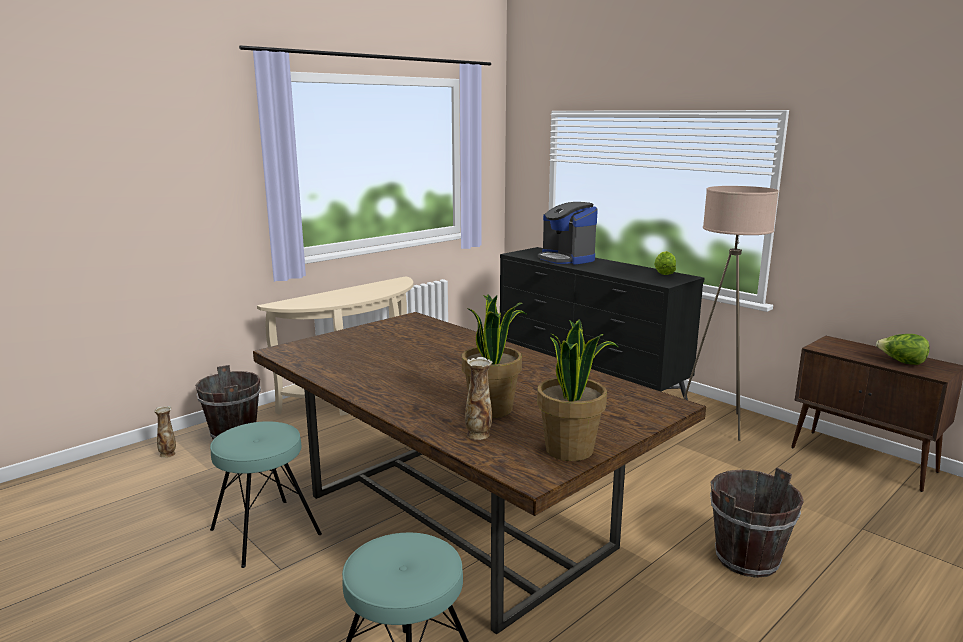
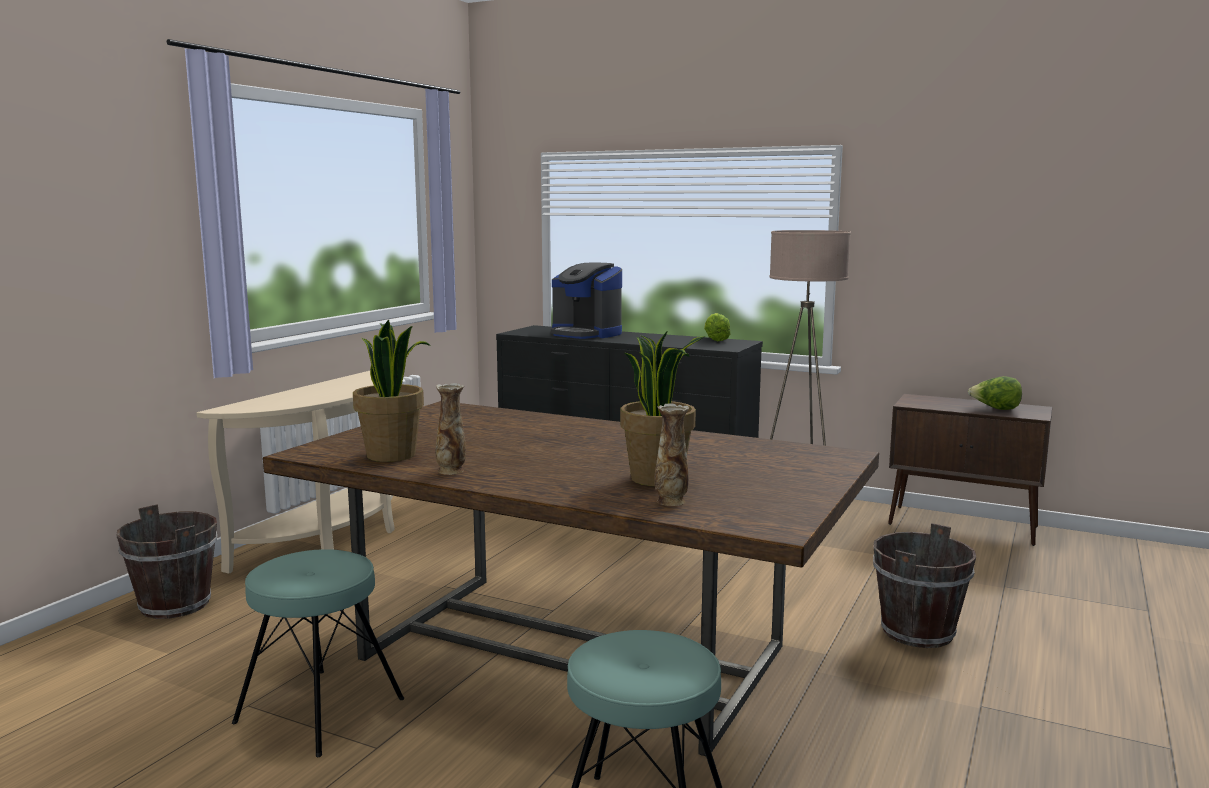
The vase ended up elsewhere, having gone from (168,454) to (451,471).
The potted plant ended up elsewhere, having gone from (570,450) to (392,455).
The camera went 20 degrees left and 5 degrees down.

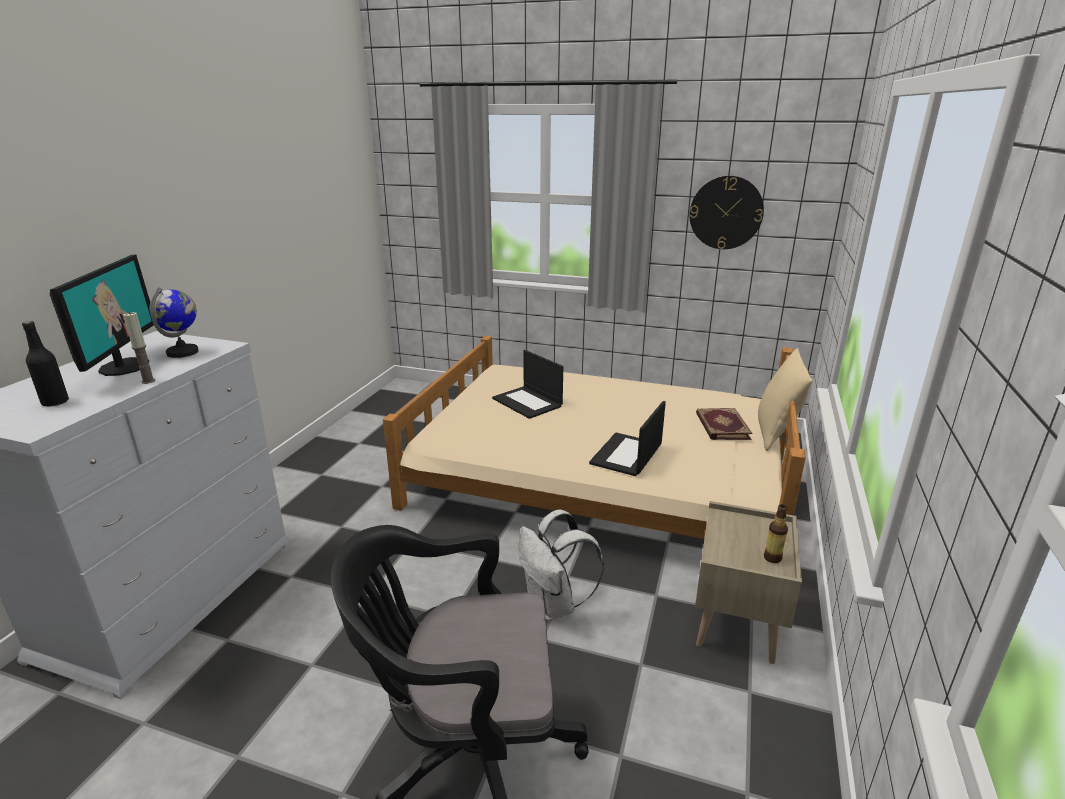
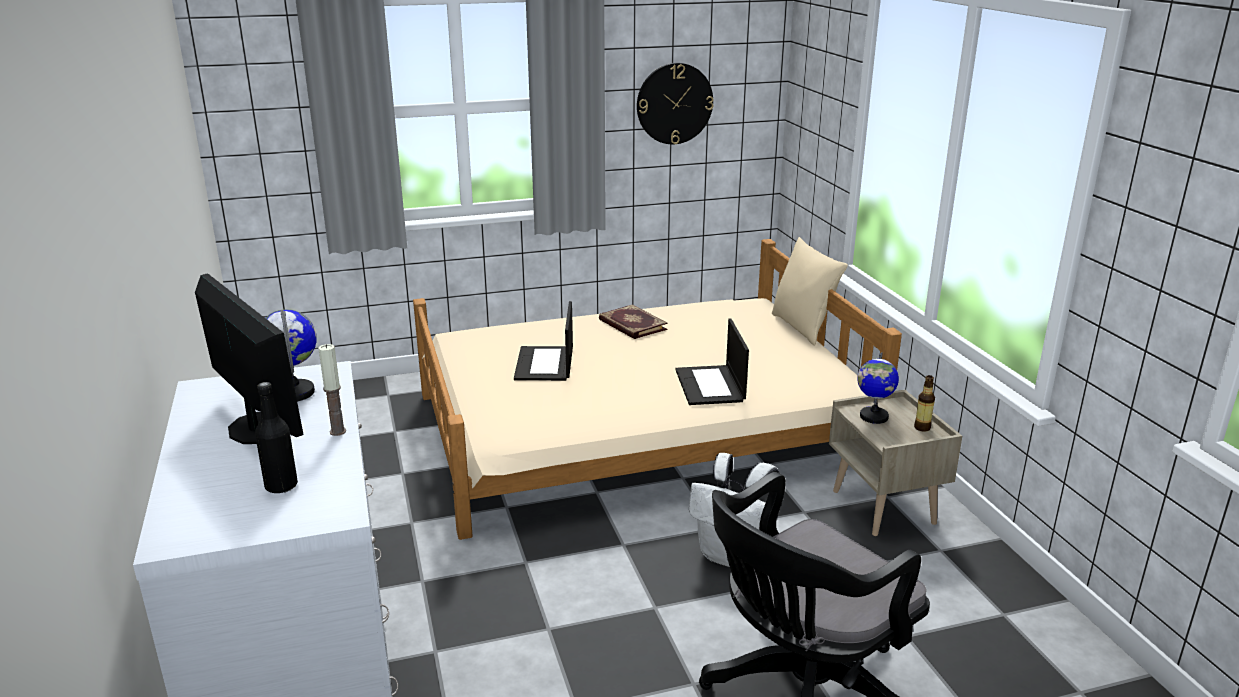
The second view gained the desk globe at (873,417).
The volume ended up elsewhere, having gone from (721,426) to (631,325).
The notebook computer at (528,402) ended up facing another way, 75 degrees clockwise from before.
The camera went 35 degrees left and 0 degrees up.

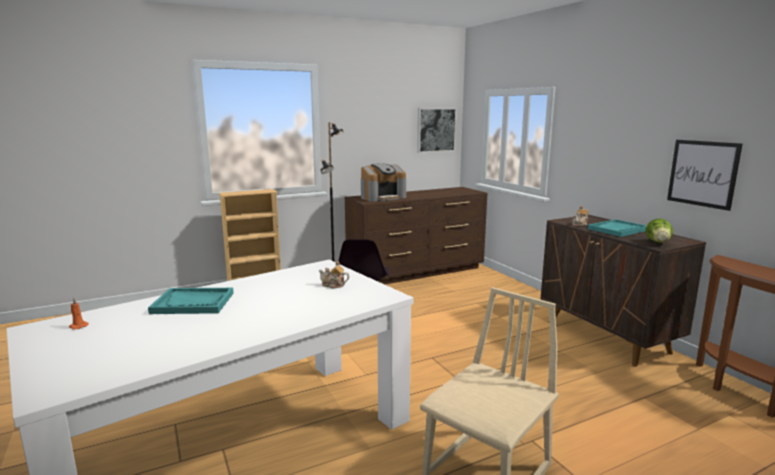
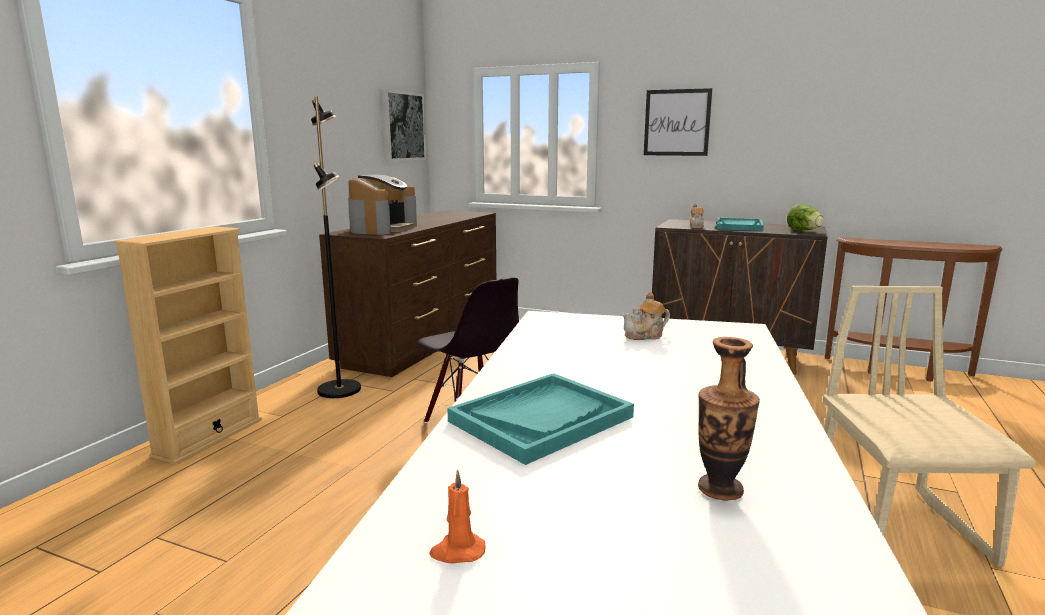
The second view gained the vase at (720,489).
The wall picture ended up elsewhere, having gone from (702,173) to (677,122).
The camera went 40 degrees left and 0 degrees up.

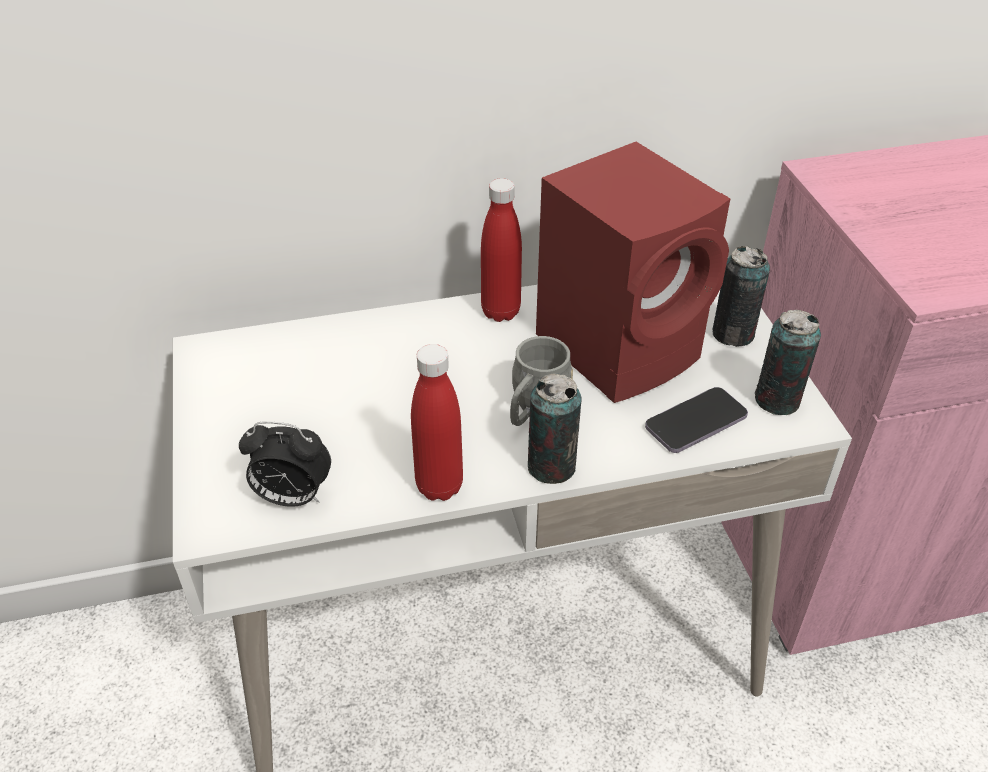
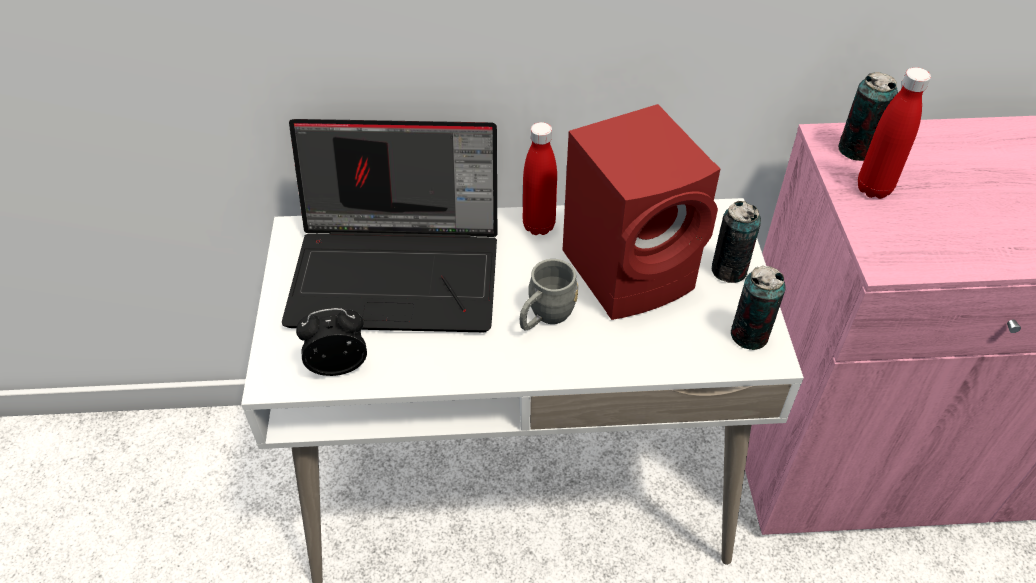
The second view lost the handset at (696,422).
The second view gained the notebook computer at (400,270).
The bottle (reddish) ended up elsewhere, having gone from (439,486) to (873,189).
The can ended up elsewhere, having gone from (551,466) to (856,150).
The alarm clock at (292,497) ended up facing another way, 150 degrees clockwise from before.
The camera went 10 degrees right and 5 degrees up.

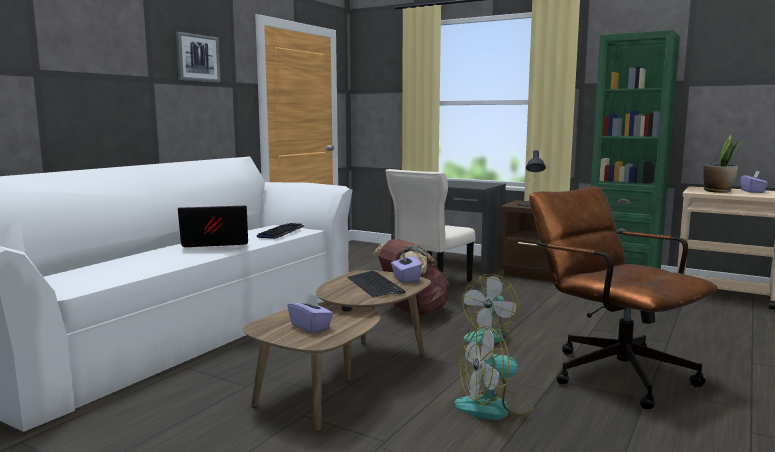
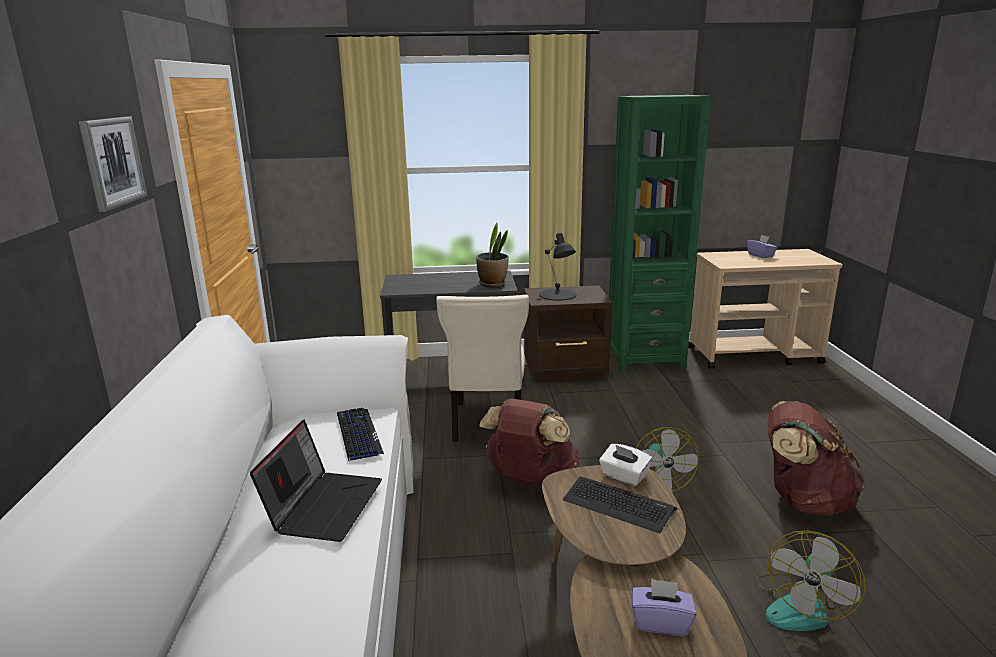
The potted plant ended up elsewhere, having gone from (718,191) to (492,283).
Where the desk chair (brownish) stood at (610,371), the backpack (brownish) came to stand at (803,500).
What was the tissue holder (purplish) at (405,279) turned into the tissue holder (white-coloured) at (624,476).
The notebook computer at (214,243) ended up facing another way, 150 degrees clockwise from before.
The camera went 35 degrees left and 10 degrees up.

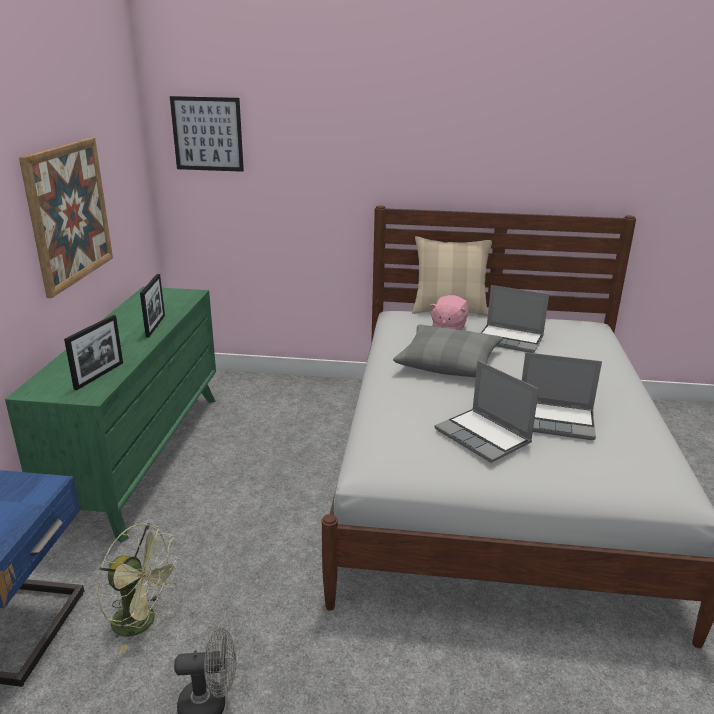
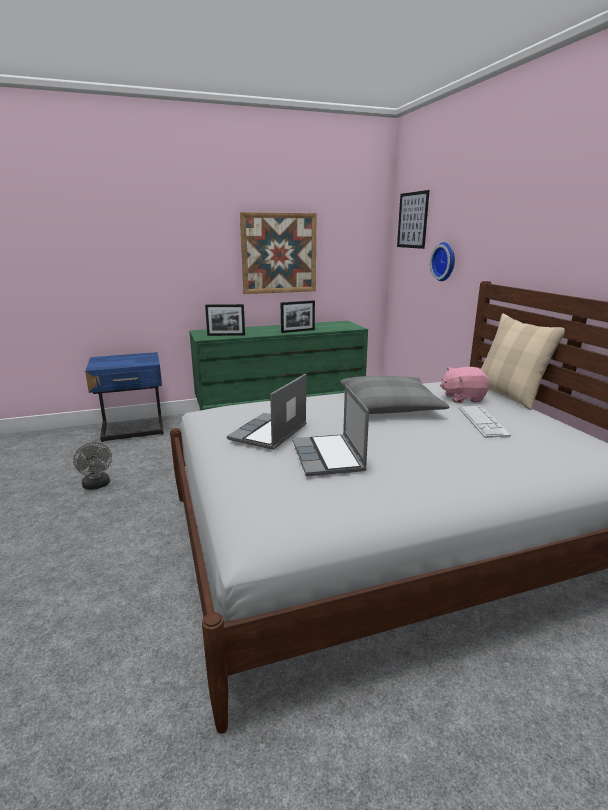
The second view lost the electric fan (greenish) at (143,622).
The second view gained the hanging clock at (445,261).
Where the notebook computer stood at (510,340), the keyboard came to stand at (482,422).
The camera went 65 degrees right and 5 degrees down.

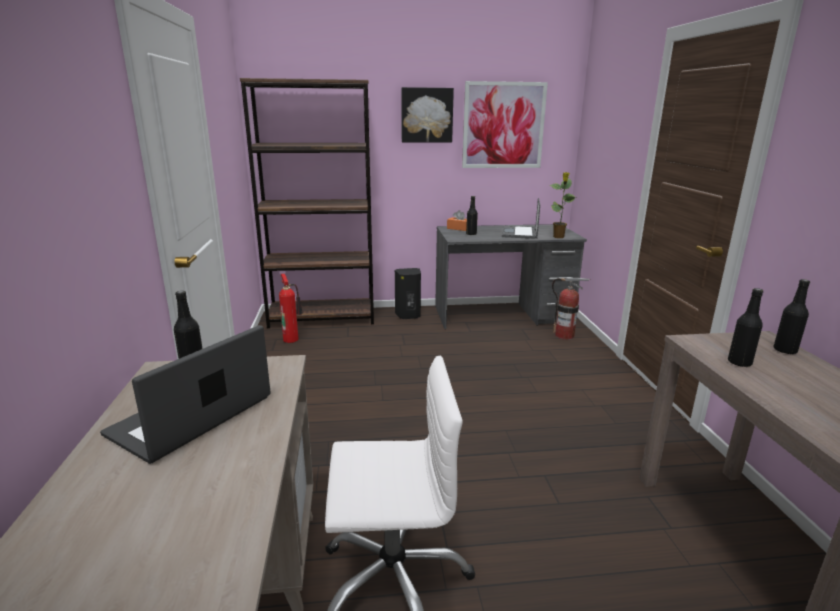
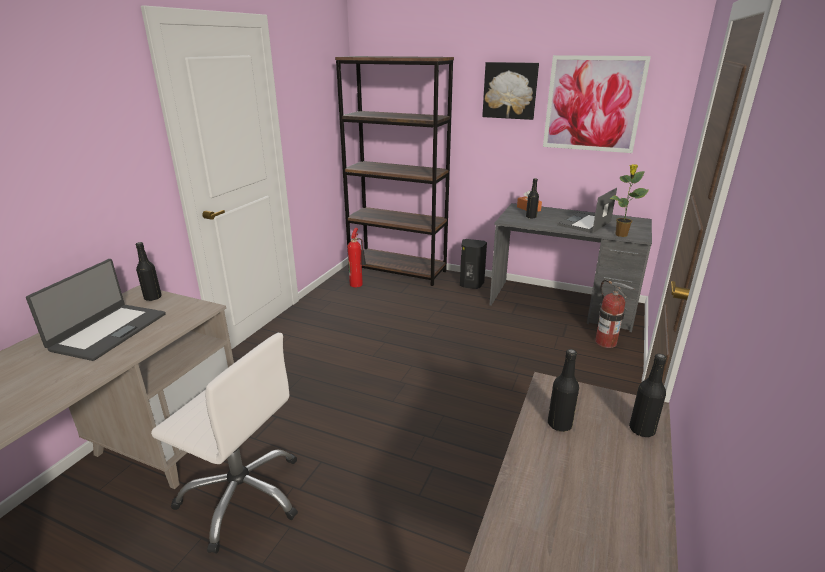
The notebook computer at (193,417) ended up facing another way, 135 degrees clockwise from before.
The camera went 30 degrees right and 5 degrees up.

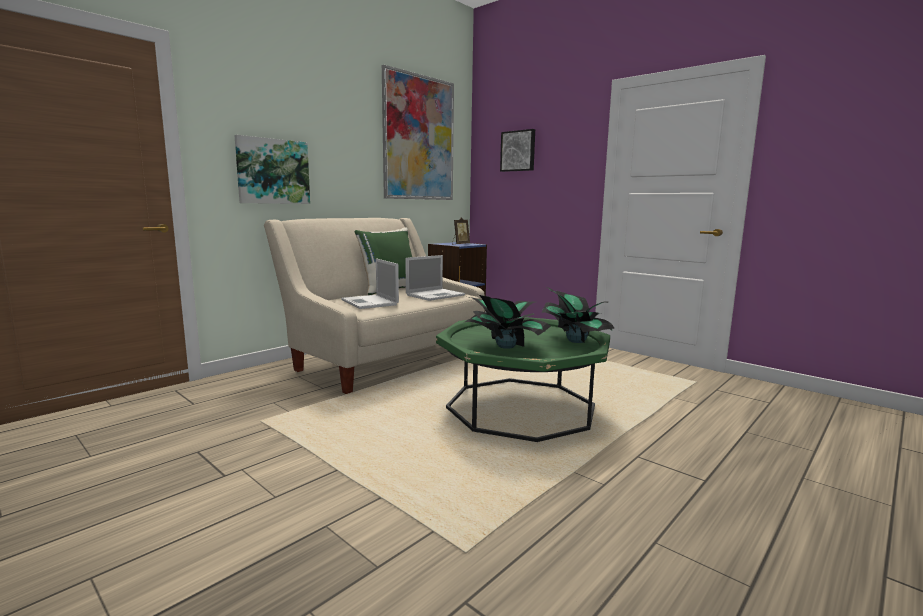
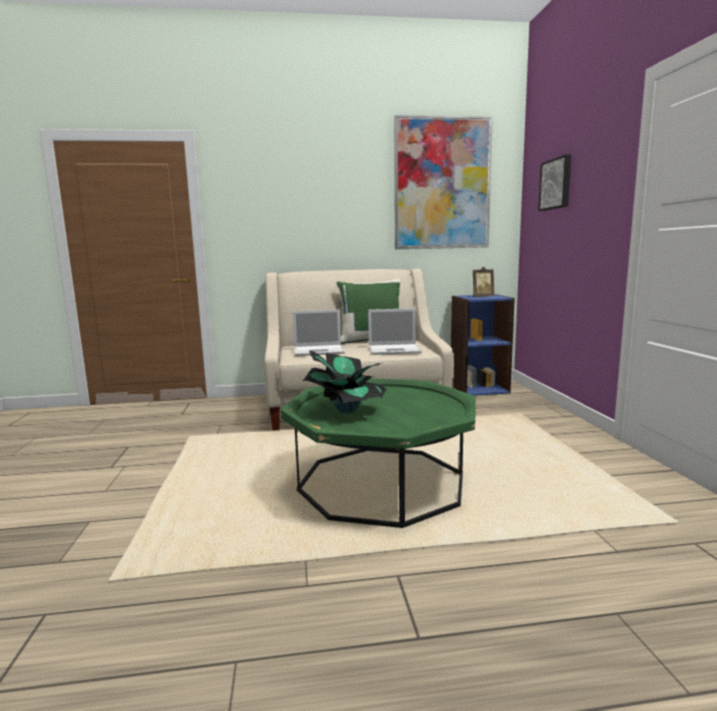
The second view lost the wall picture at (273,171).
The second view lost the potted plant at (576,340).
The notebook computer at (370,302) ended up facing another way, 105 degrees counterclockwise from before.
The camera went 40 degrees right and 0 degrees up.

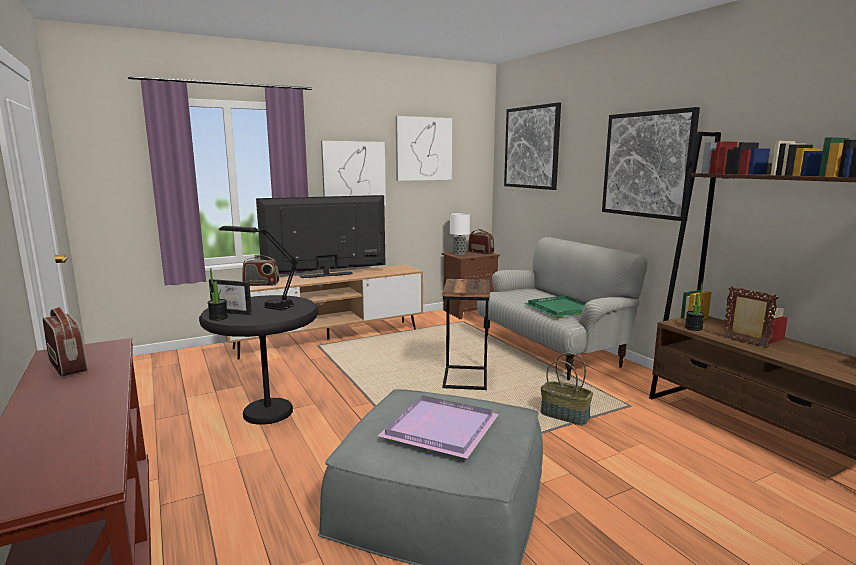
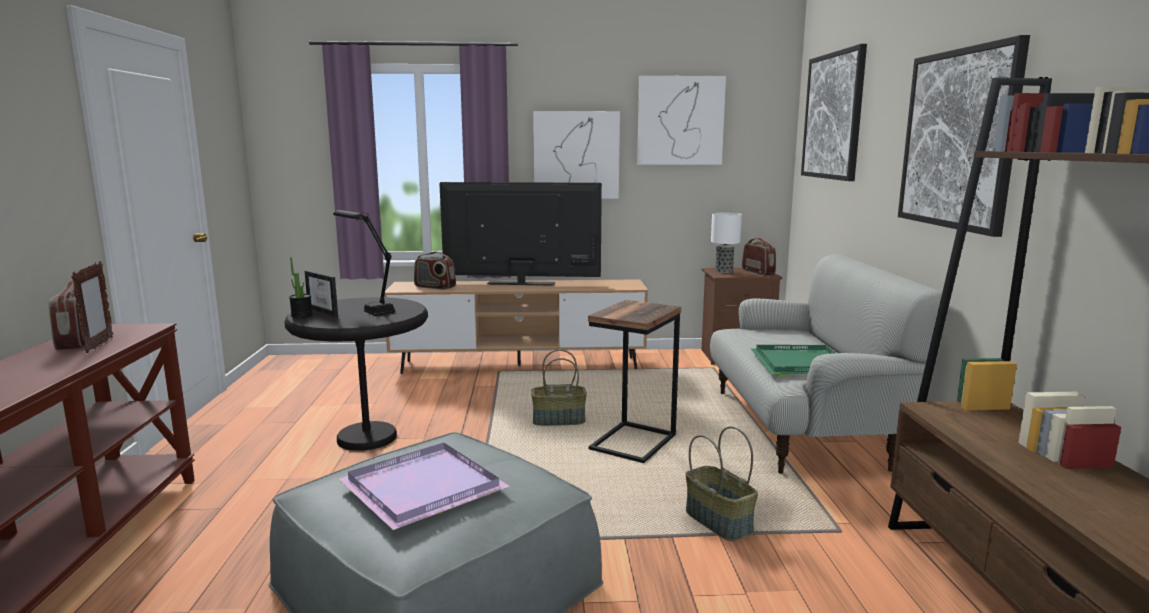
The second view lost the potted plant at (693,328).
The second view gained the storage basket at (558,421).
The photo frame ended up elsewhere, having gone from (745,343) to (99,345).
The camera went 25 degrees right and 0 degrees up.

